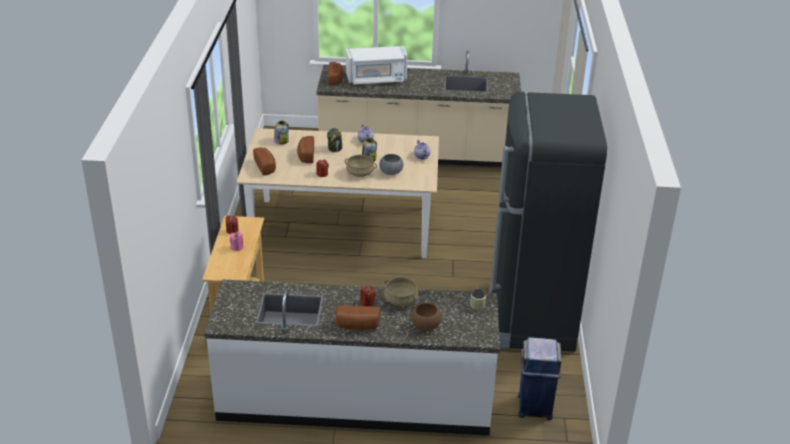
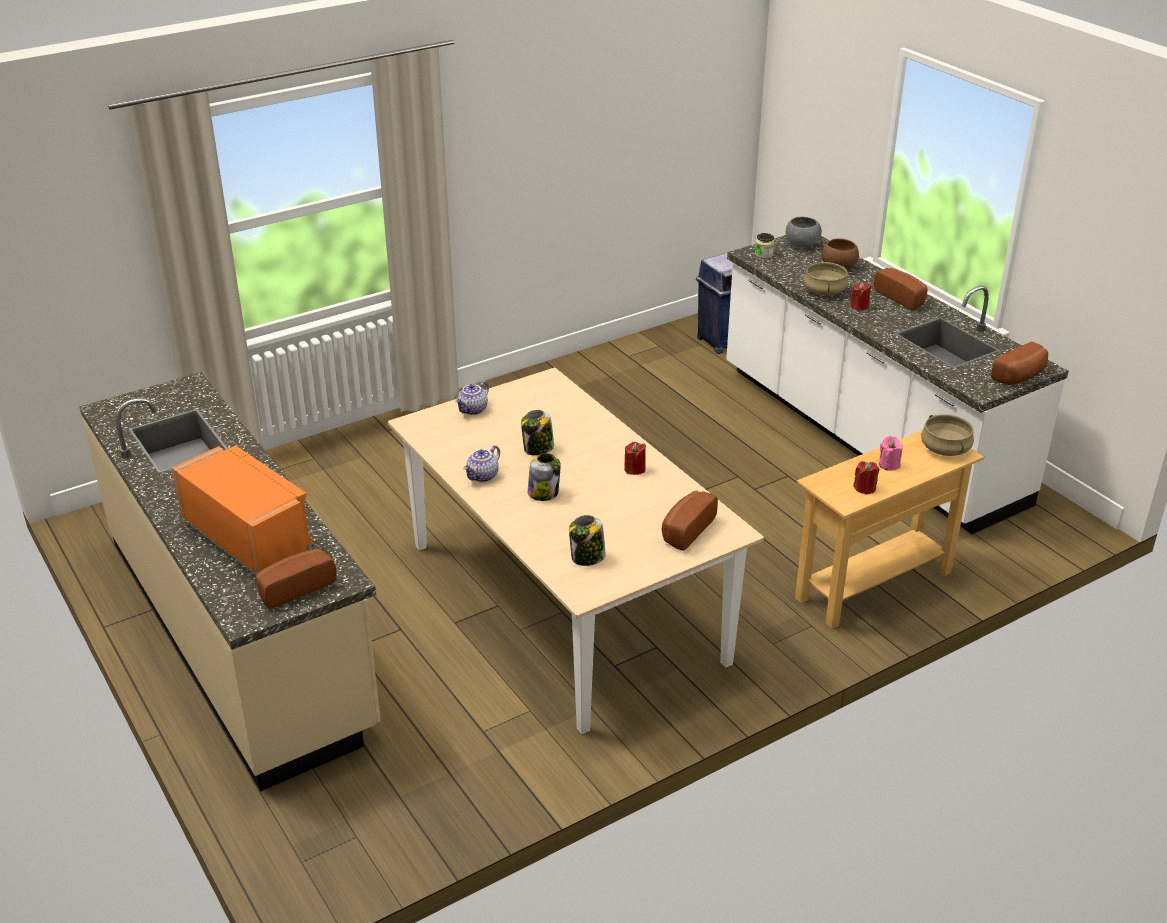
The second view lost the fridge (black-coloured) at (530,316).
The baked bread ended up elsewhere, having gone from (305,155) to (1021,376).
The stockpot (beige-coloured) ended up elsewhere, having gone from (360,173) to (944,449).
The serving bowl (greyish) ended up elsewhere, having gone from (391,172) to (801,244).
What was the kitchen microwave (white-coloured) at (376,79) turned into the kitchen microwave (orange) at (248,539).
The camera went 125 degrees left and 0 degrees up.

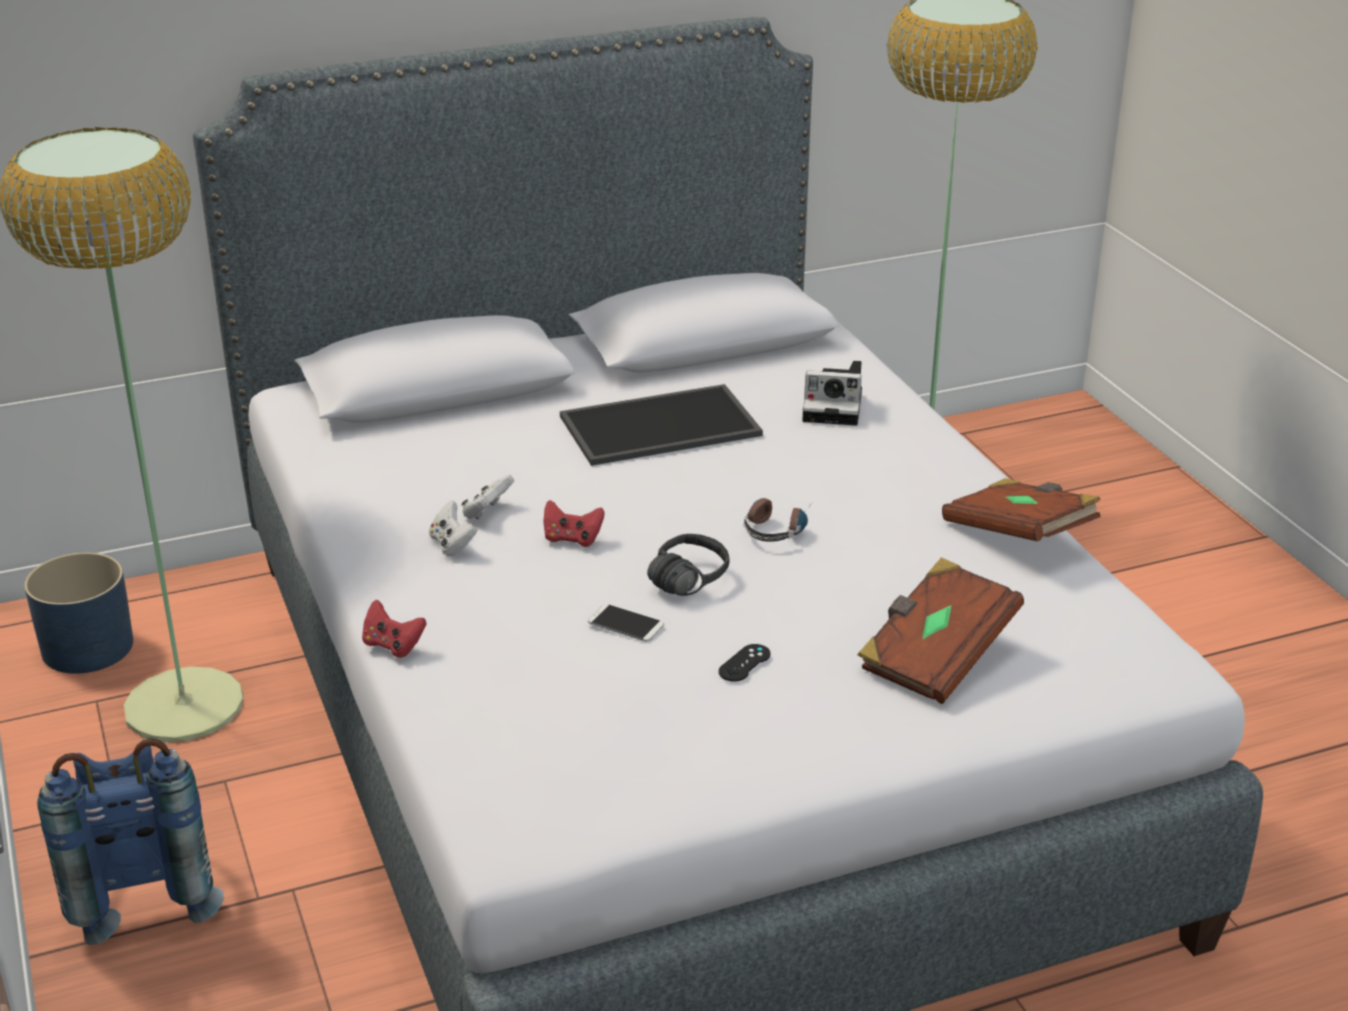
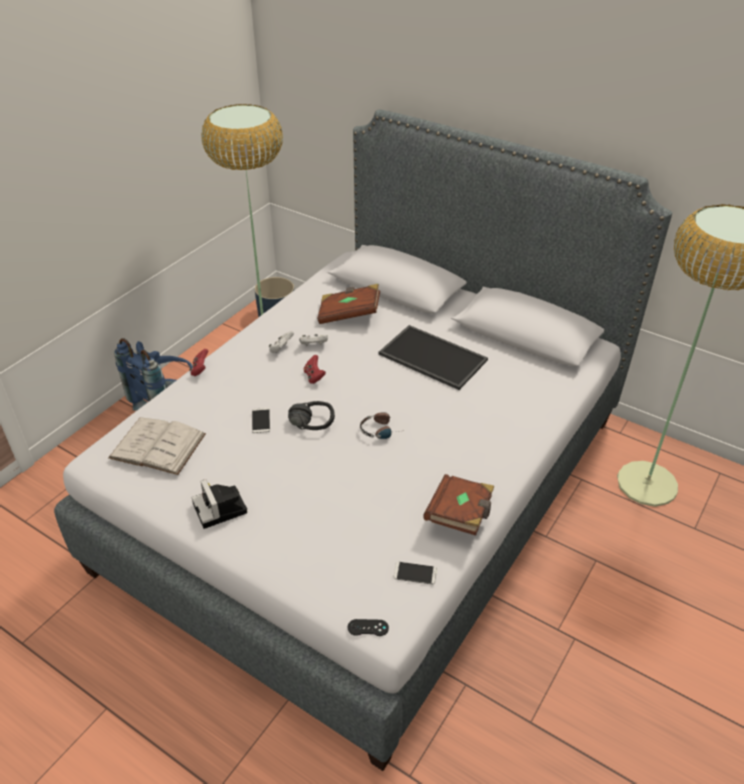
The second view gained the volume (white-coloured) at (157,446).
The second view gained the handset at (415,573).
The gamepad (black-coloured) ended up elsewhere, having gone from (744,663) to (368,627).
The still camera ended up elsewhere, having gone from (835,407) to (221,509).
The volume (brownish) ended up elsewhere, having gone from (936,656) to (349,314).
The camera went 55 degrees right and 10 degrees up.

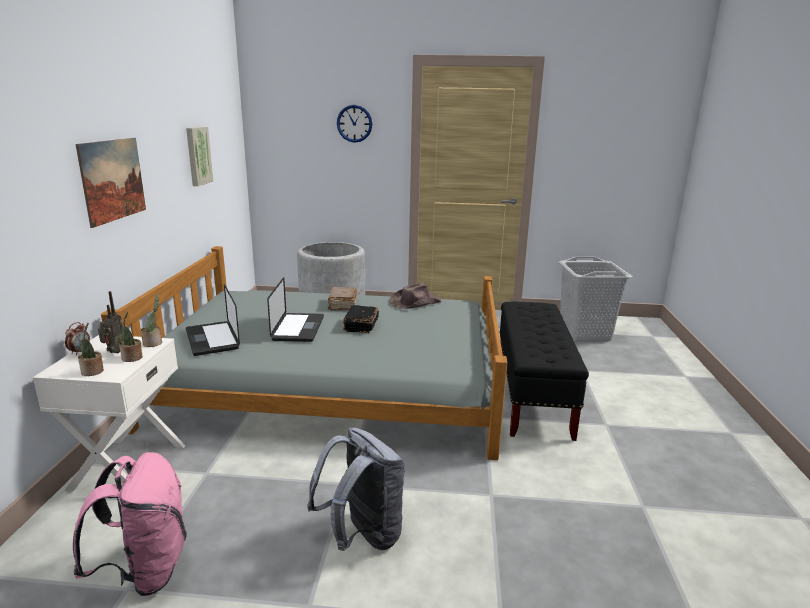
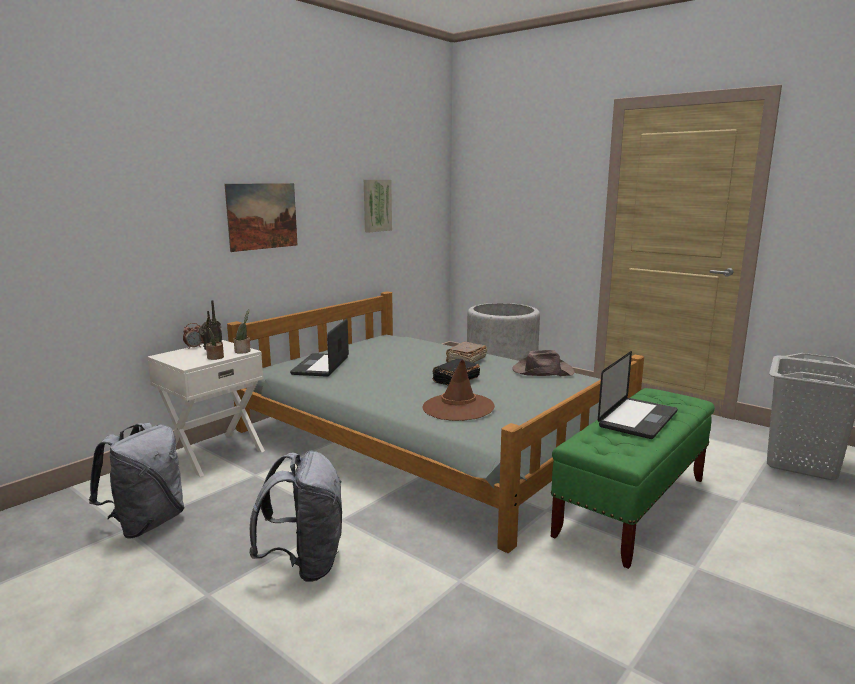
The second view lost the potted plant at (93,372).
The second view lost the hanging clock at (354,123).
The second view gained the wearable hat (brownish) at (458,407).
The notebook computer ended up elsewhere, having gone from (298,328) to (638,419).
What was the backpack (pinkish) at (145,570) turned into the backpack (greyish) at (146,523).
What was the indoor bench (black-coloured) at (532,395) turned into the indoor bench (greenish) at (632,507).
The camera went 35 degrees right and 5 degrees down.

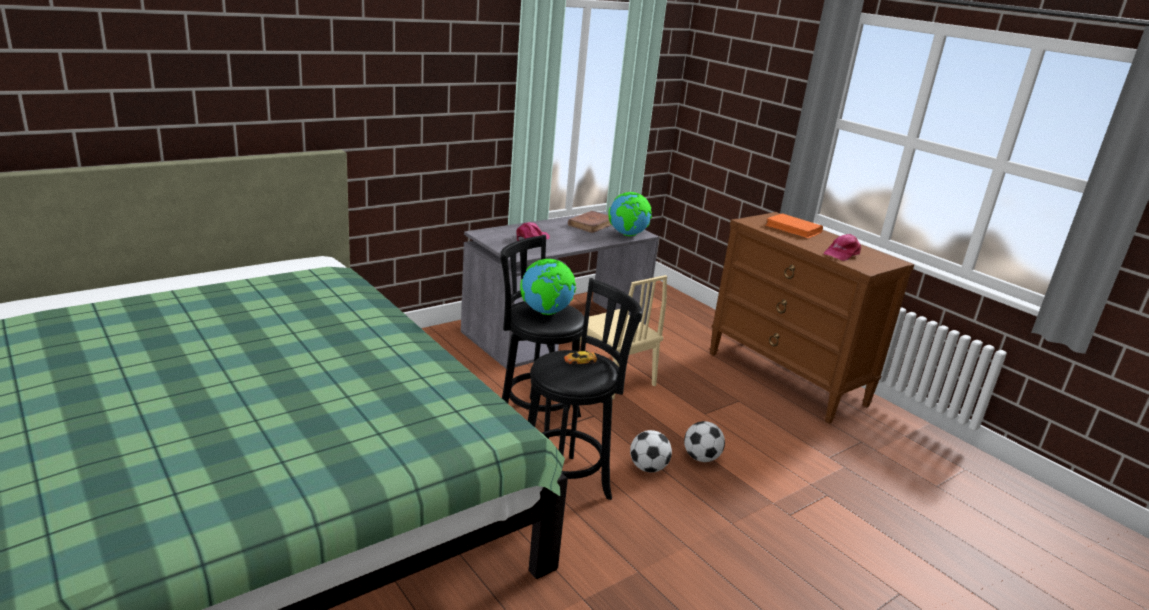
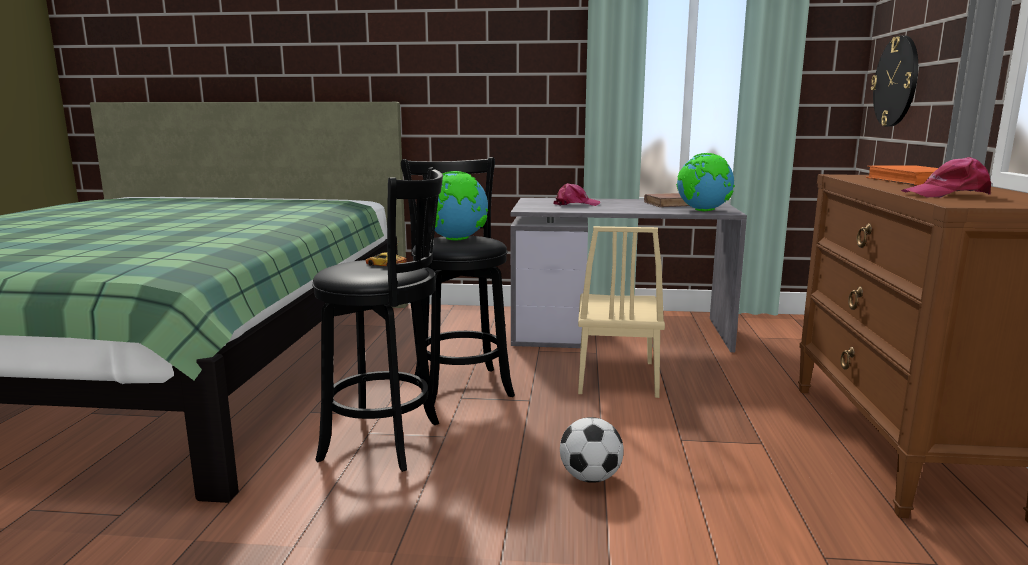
The second view lost the football ball at (648,468).
The second view gained the hanging clock at (896,81).
The camera went 45 degrees right and 10 degrees down.

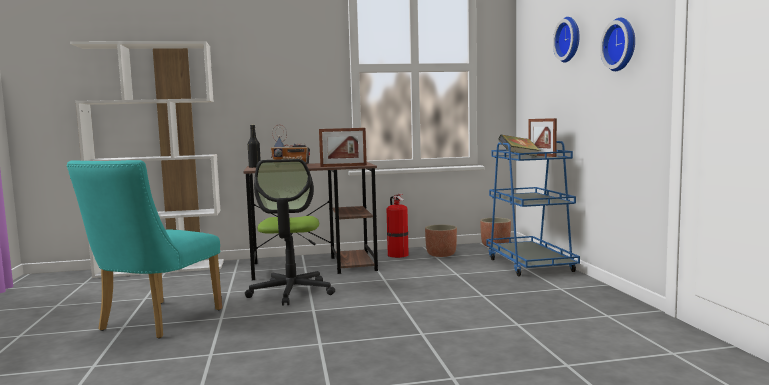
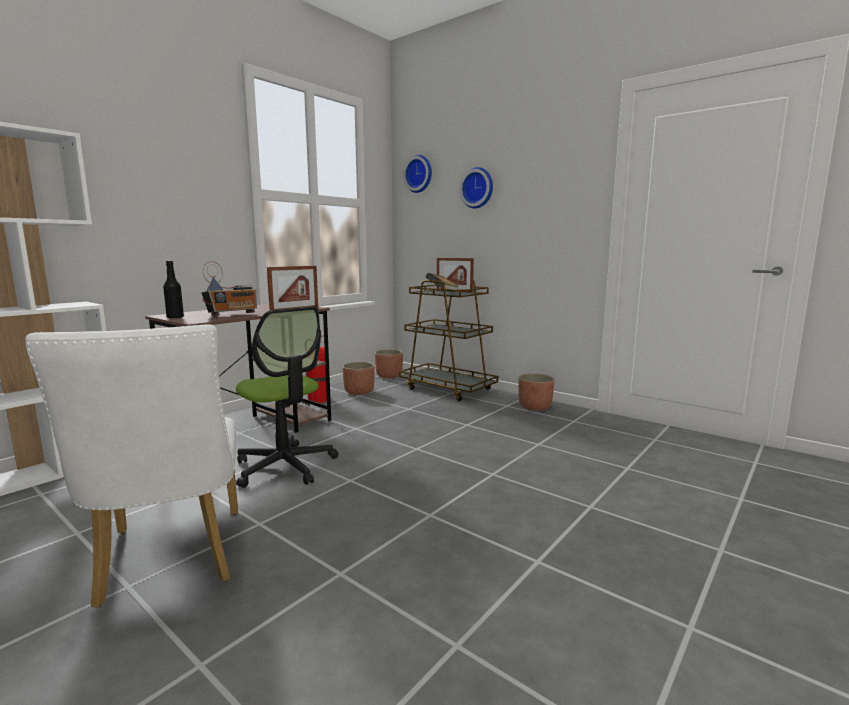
The second view gained the planter at (535,407).
The hanging clock ended up elsewhere, having gone from (622,44) to (419,174).
What was the plain chair (blue-green) at (154,322) turned into the plain chair (white-coloured) at (170,562).
What was the wheeled cart (bluish) at (529,265) turned into the wheeled cart (brownish) at (448,389).
The camera went 40 degrees left and 5 degrees up.

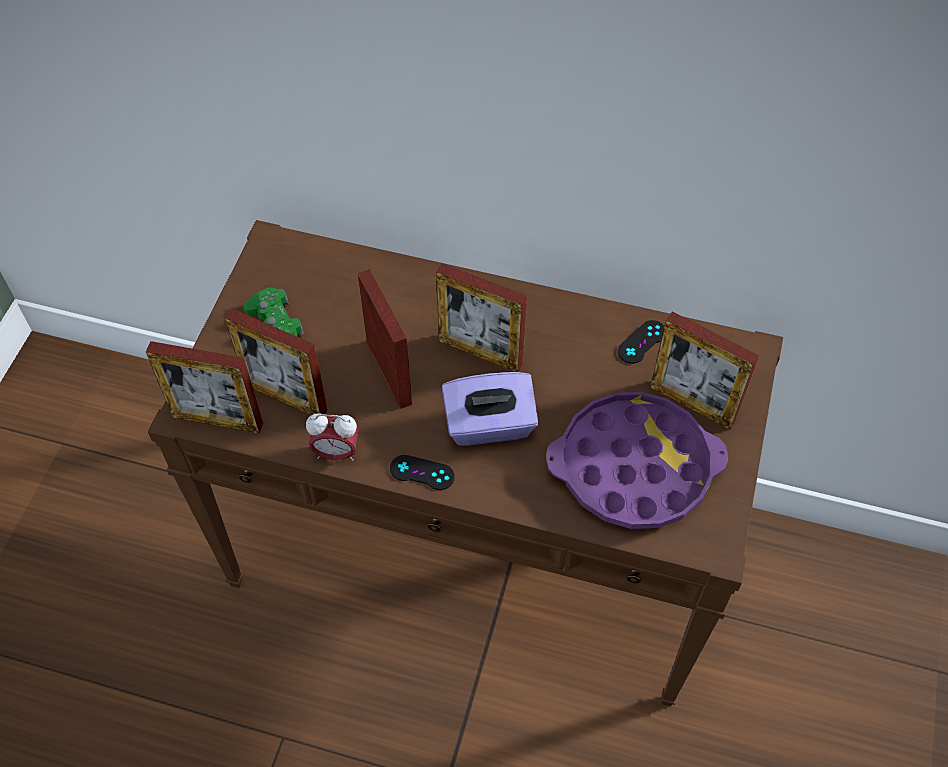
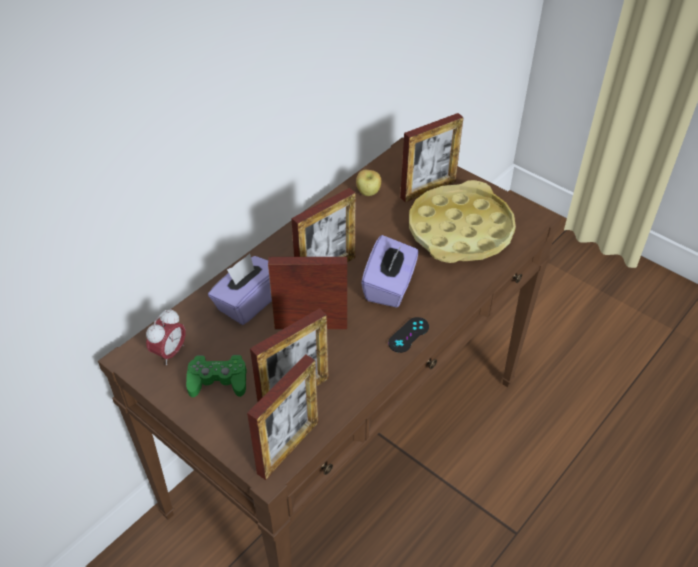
The second view gained the tissue holder (purplish) at (248,302).
The alarm clock ended up elsewhere, having gone from (336,452) to (170,353).
Where the gamepad (black-coloured) stood at (642,342), the whole apple came to stand at (368,193).
What was the serving tray (purplish) at (634,467) turned into the serving tray (yellowish) at (460,230).
The camera went 65 degrees left and 10 degrees down.

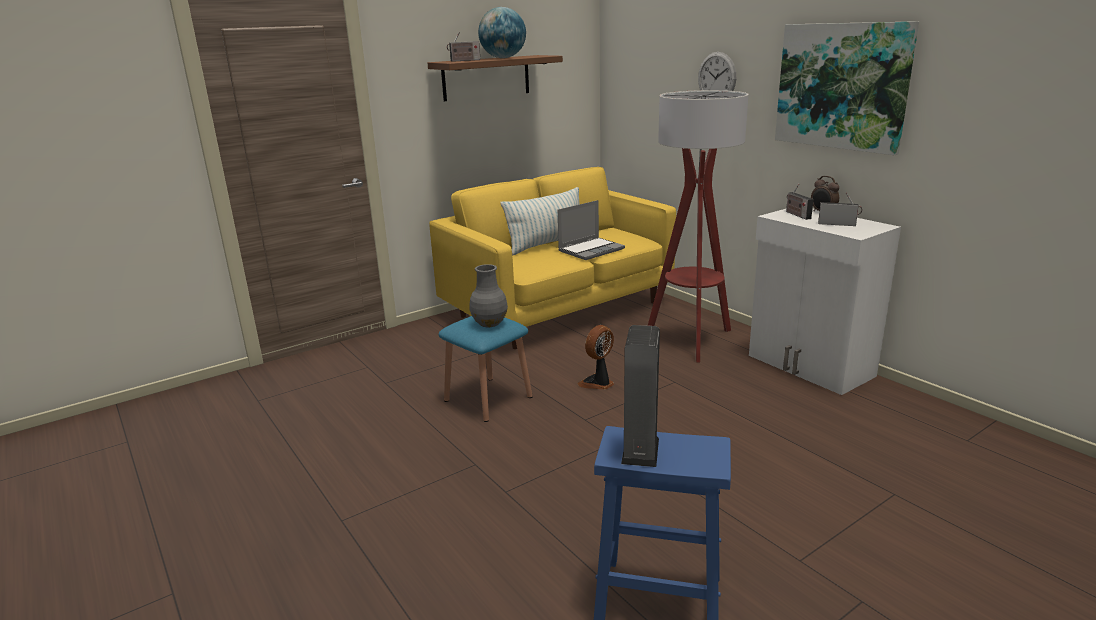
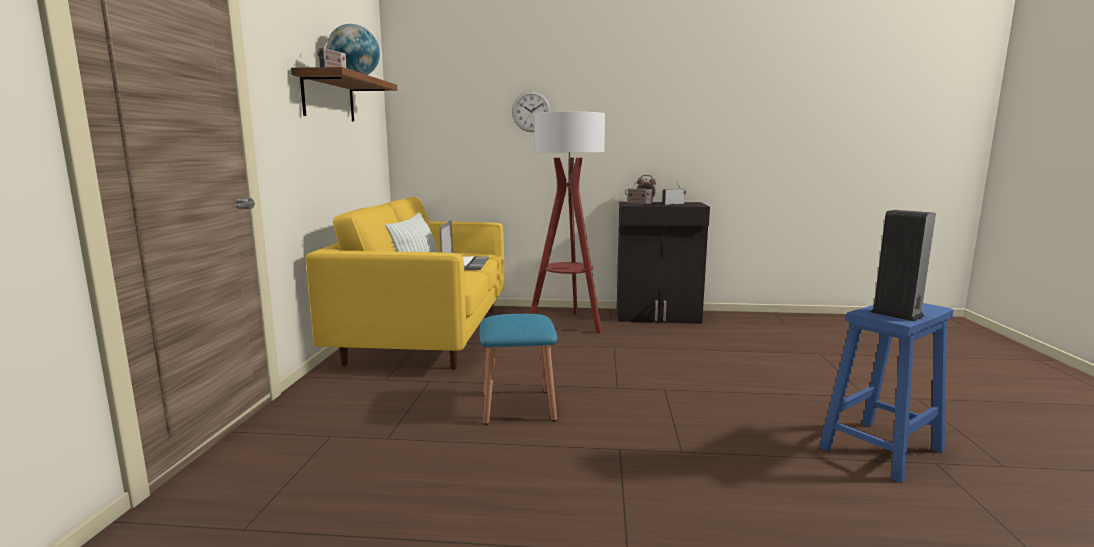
The second view lost the vase (greyish) at (490,323).
The second view lost the electric fan at (598,383).
The second view lost the wall picture at (842,86).
What was the cabinet (white-coloured) at (809,366) turned into the cabinet (black-coloured) at (658,316).
The camera went 50 degrees left and 10 degrees down.

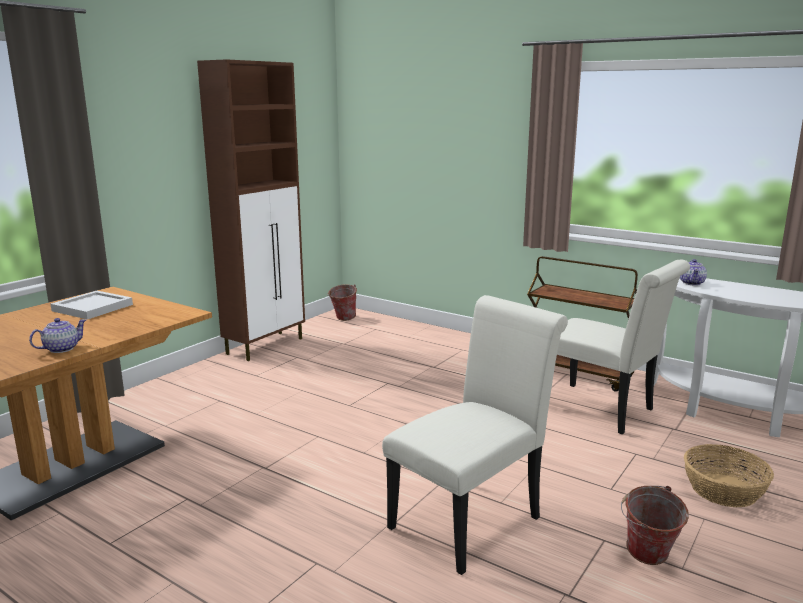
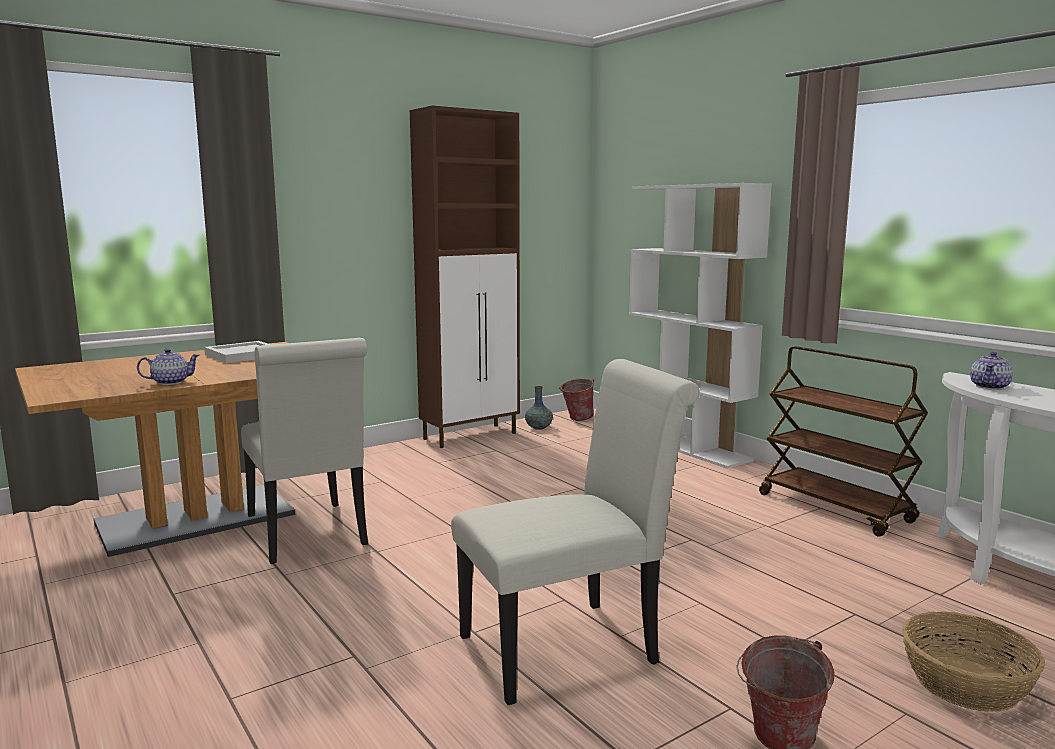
The second view gained the vase at (538,428).
The second view gained the bookcase (white-coloured) at (687,446).
The plain chair (white-coloured) ended up elsewhere, having gone from (602,410) to (308,536).
The camera went 20 degrees right and 5 degrees down.

